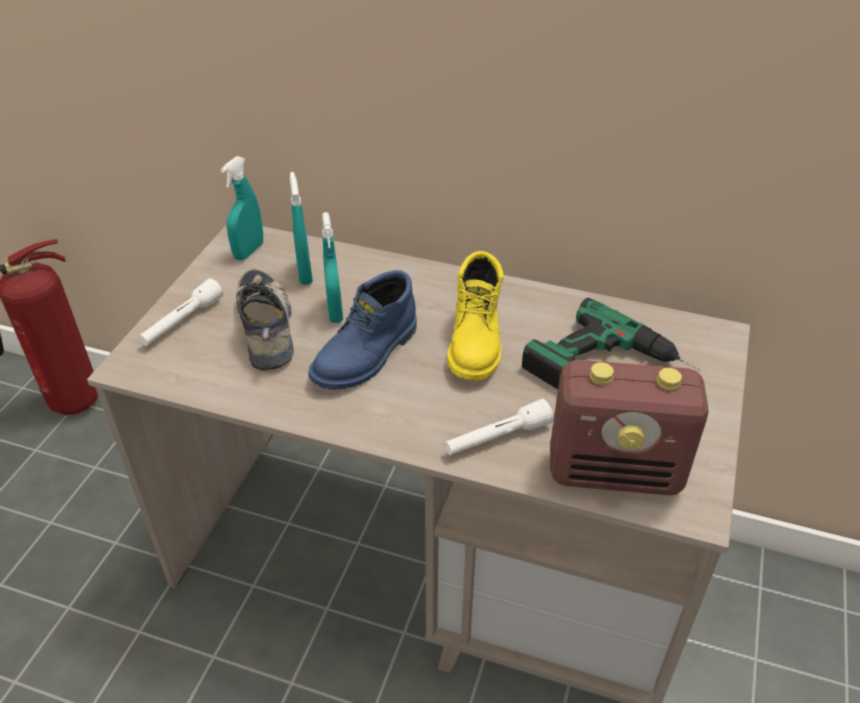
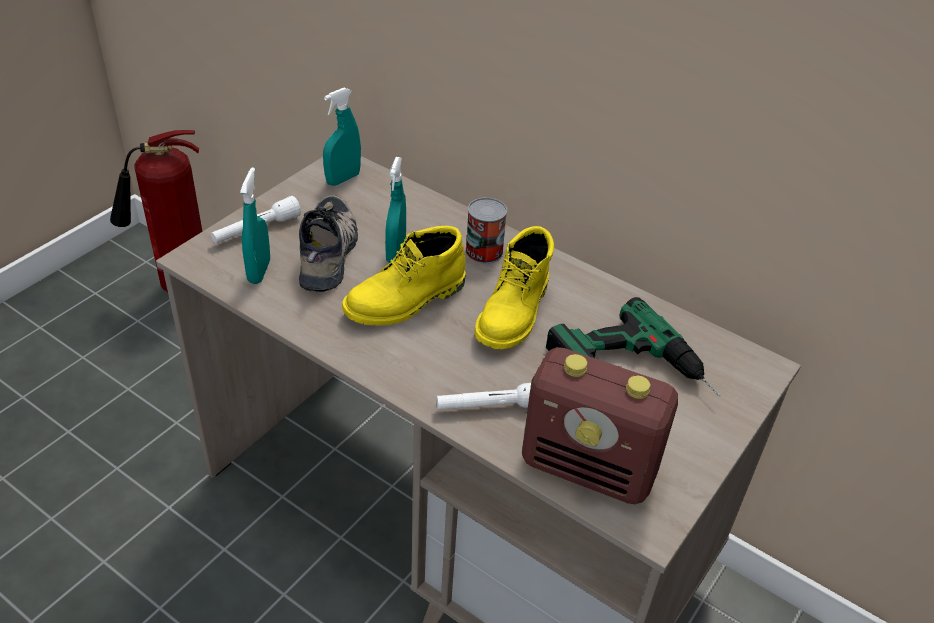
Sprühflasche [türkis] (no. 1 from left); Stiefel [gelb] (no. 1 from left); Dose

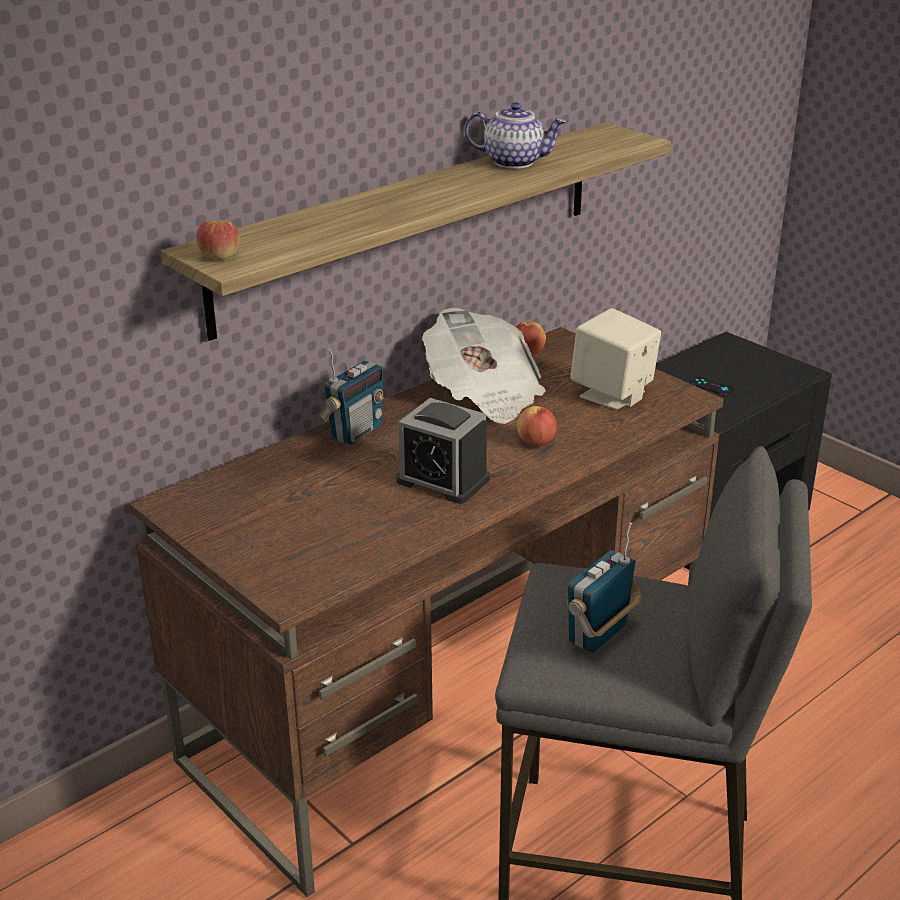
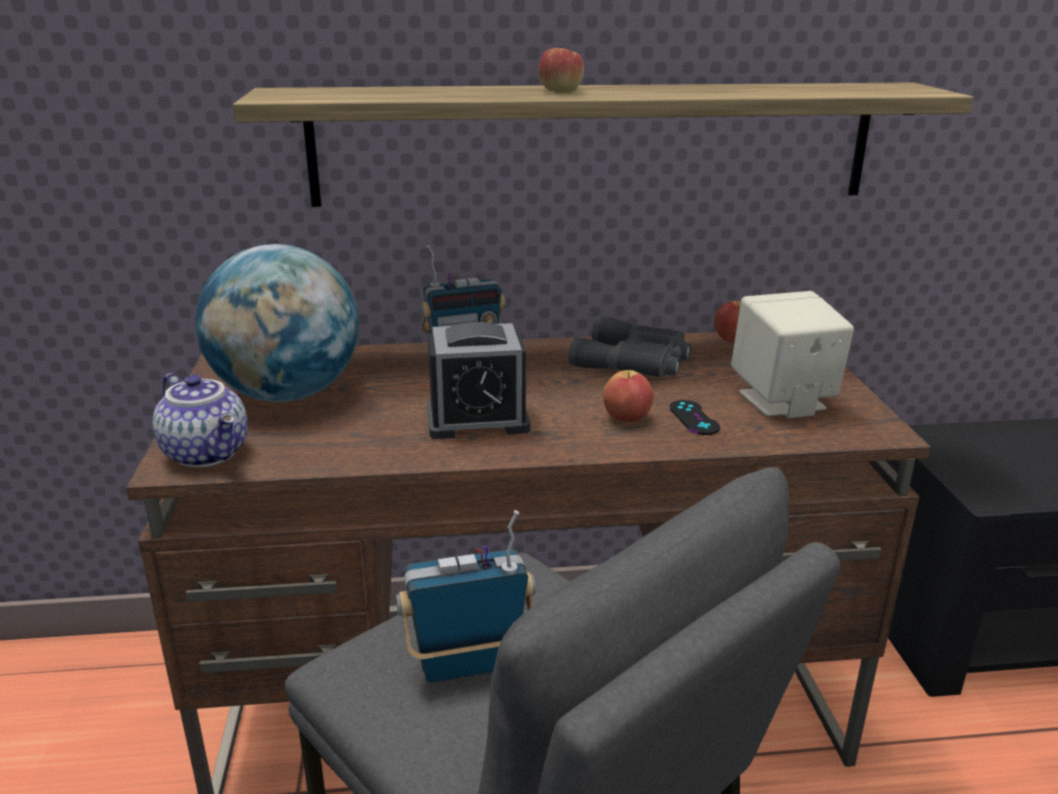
Teekanne; Globus; Wecker; Apfel (no. 1 from left); Fernglas [grau]; Gamepad [schwarz]

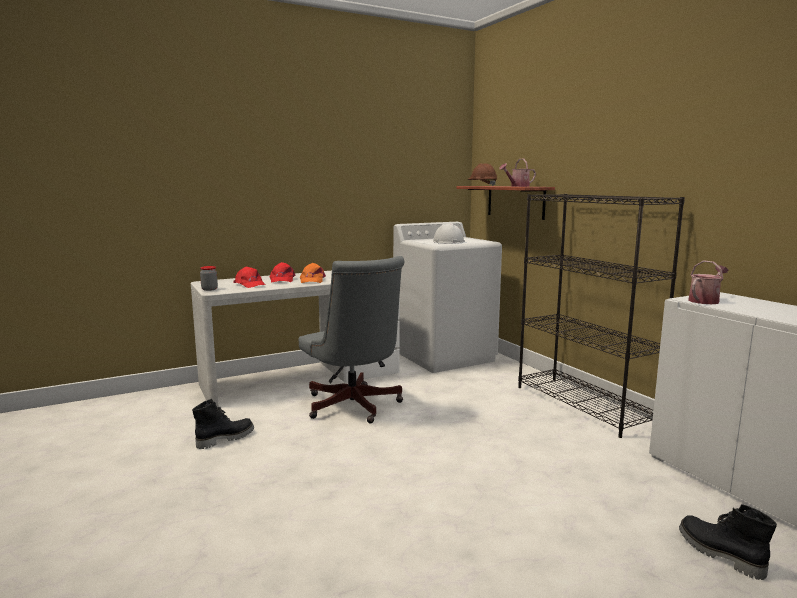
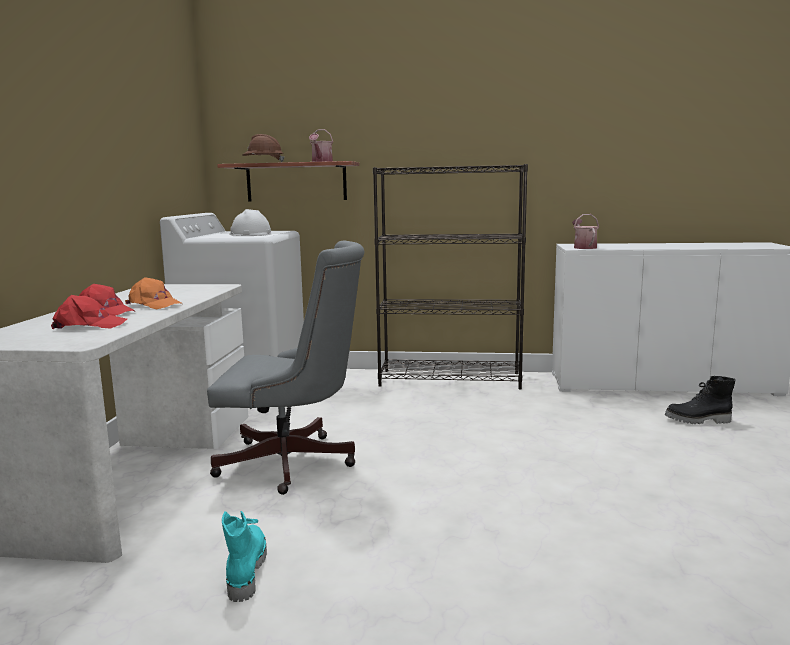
Stiefel [türkis]; Vorratsglas

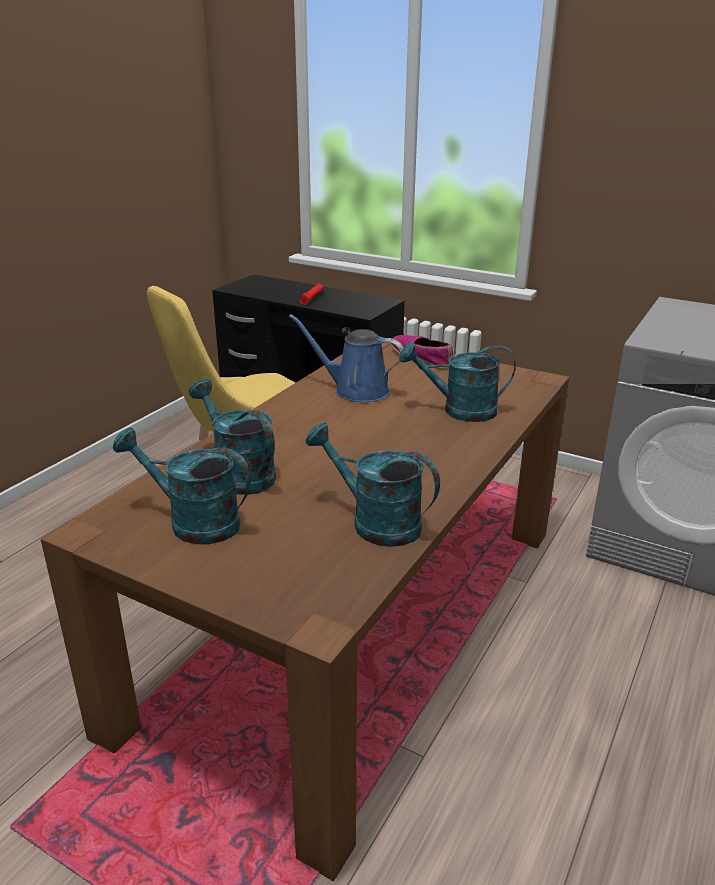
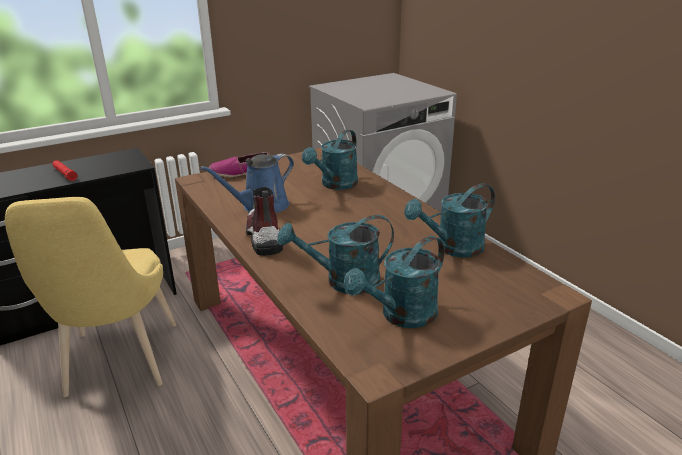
Stiefel

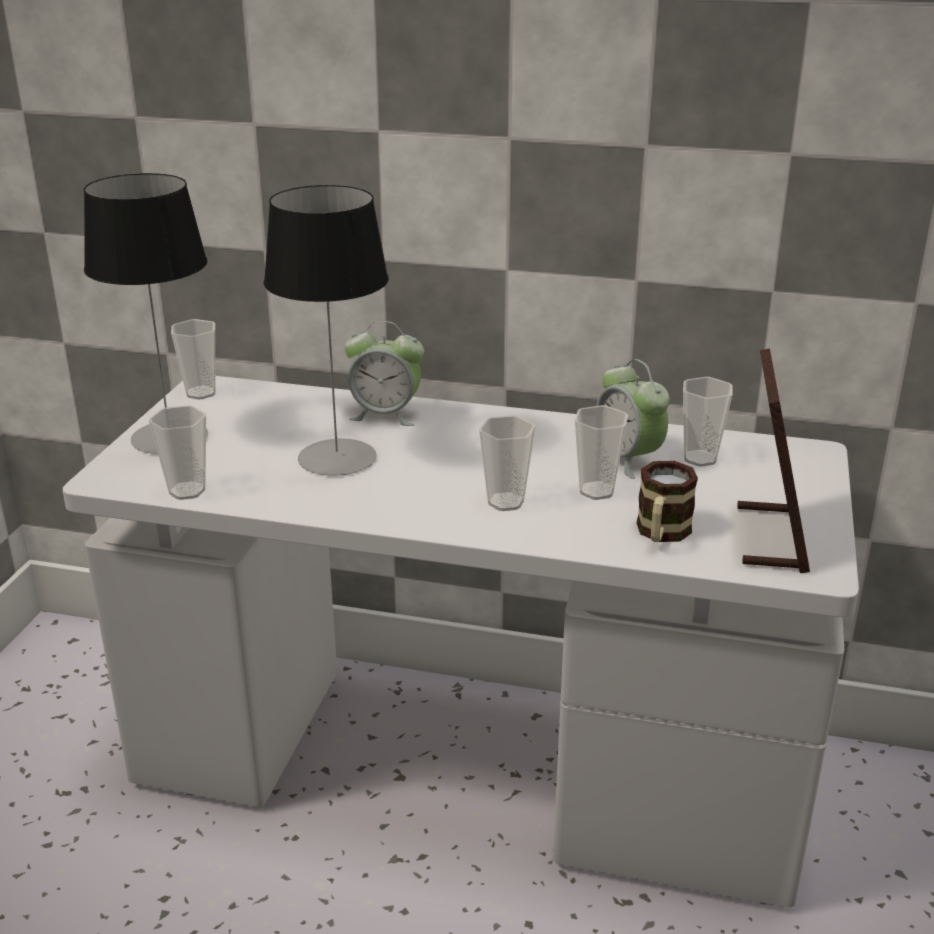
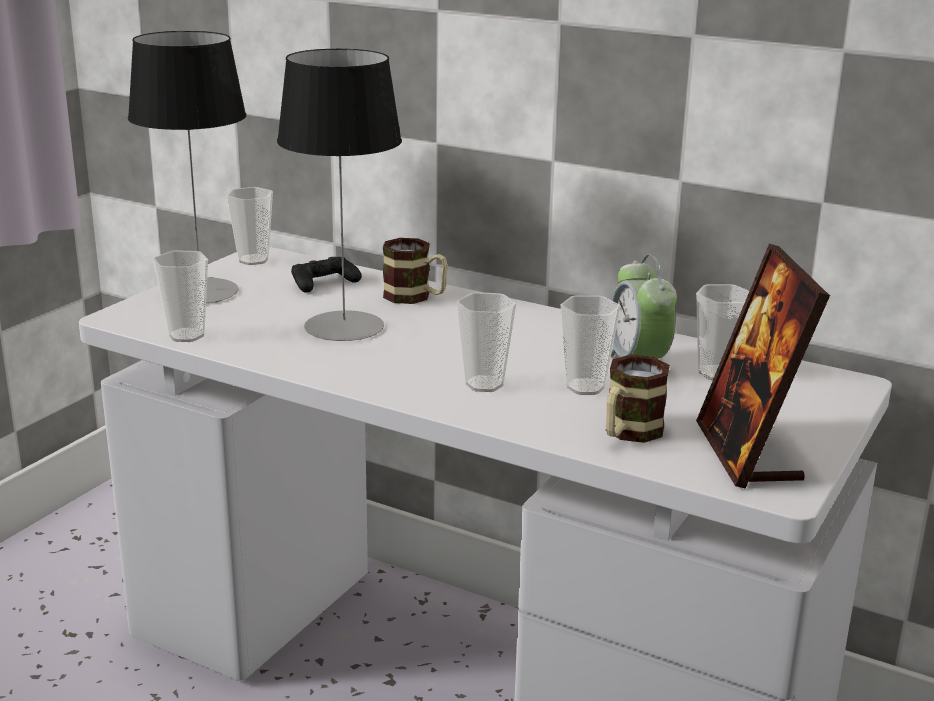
Gamepad [schwarz]; Henkelbecher (no. 1 from left); Bilderrahmen

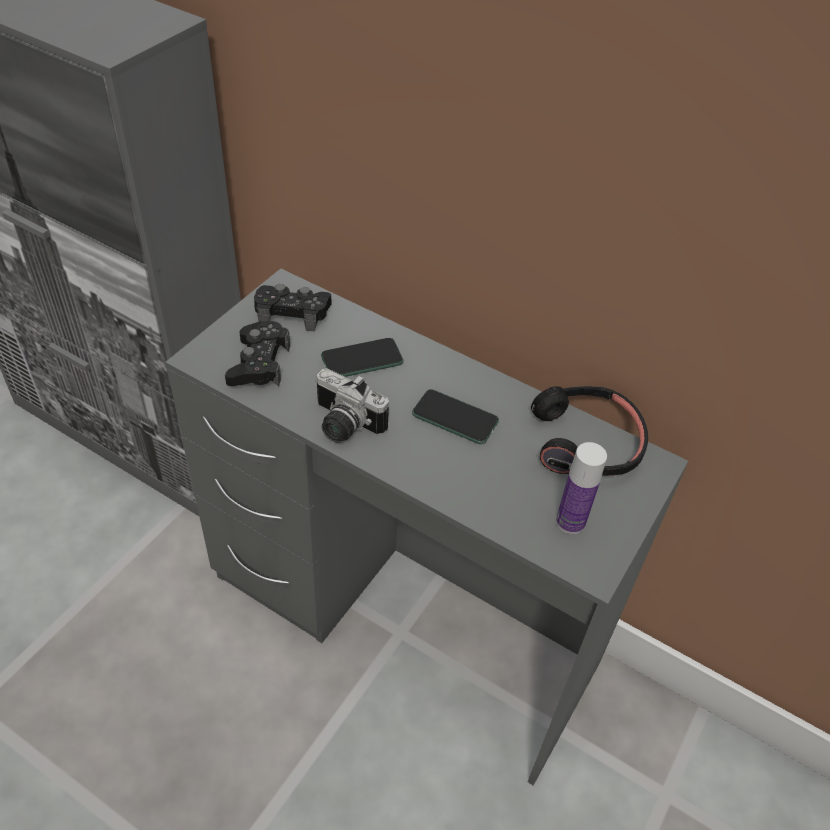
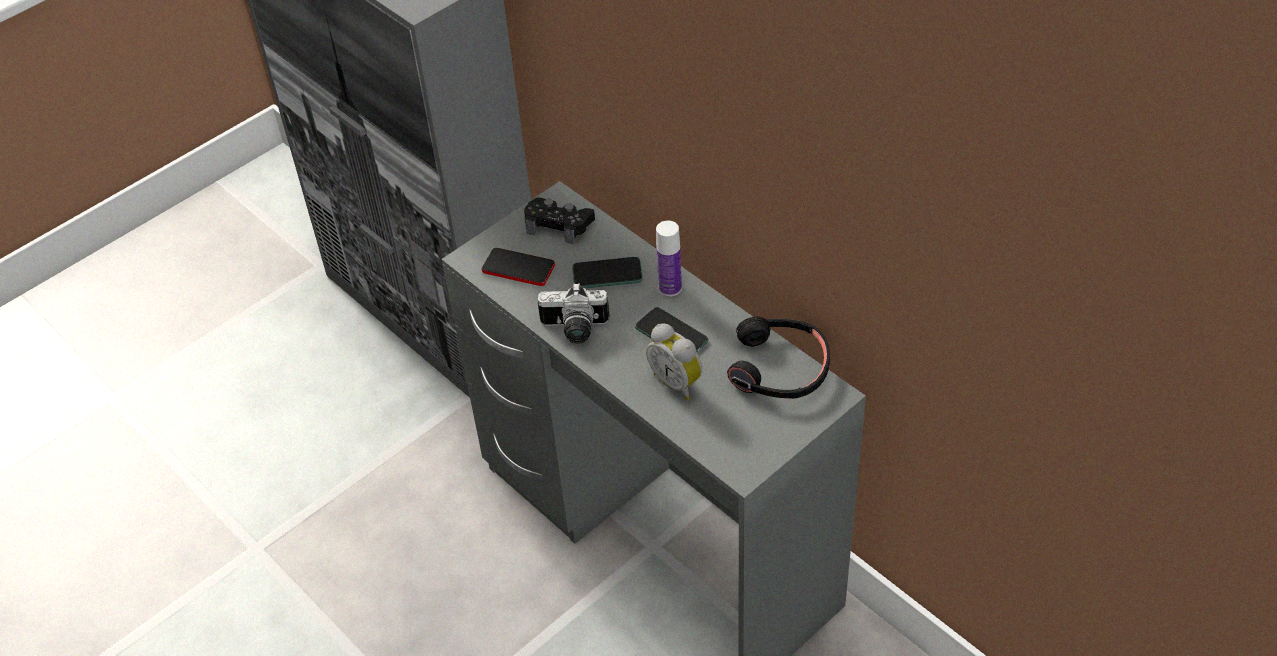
Handy (no. 1 from left); Kamera; Wecker; Flasche

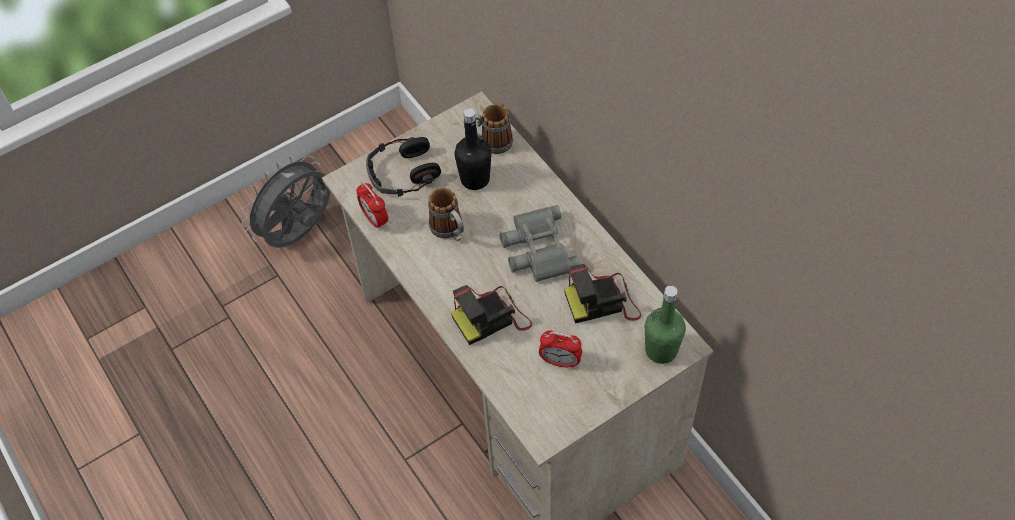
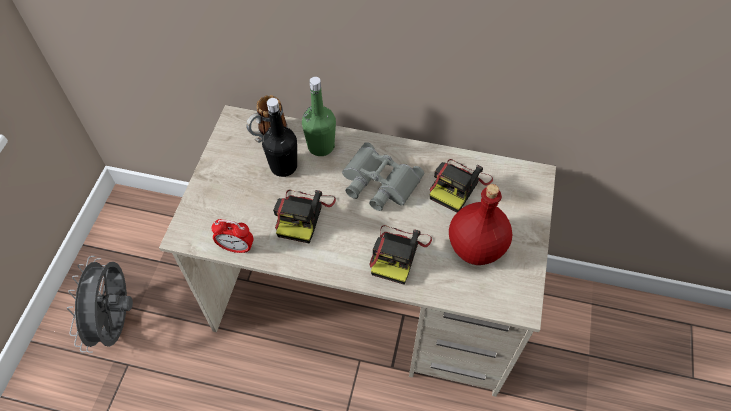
Kamera (no. 1 from left); Flasche [grün]; Flasche [rot]; Kopfhörer

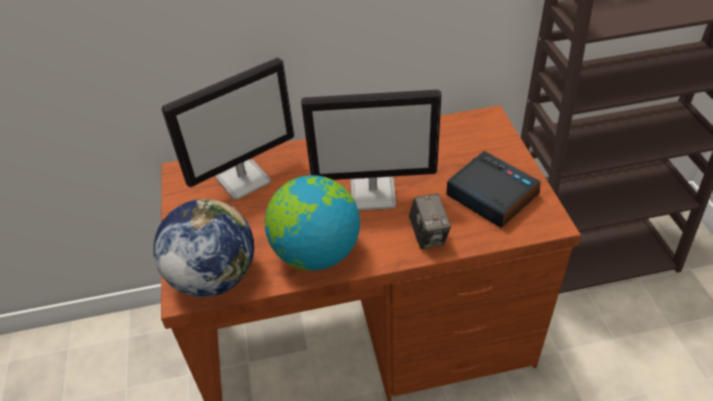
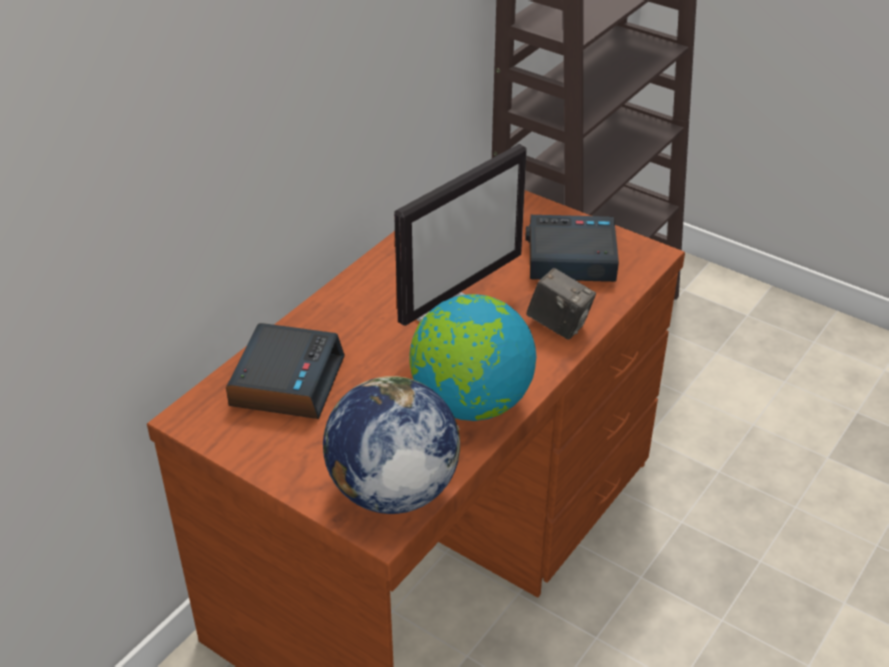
Wecker (no. 1 from left)

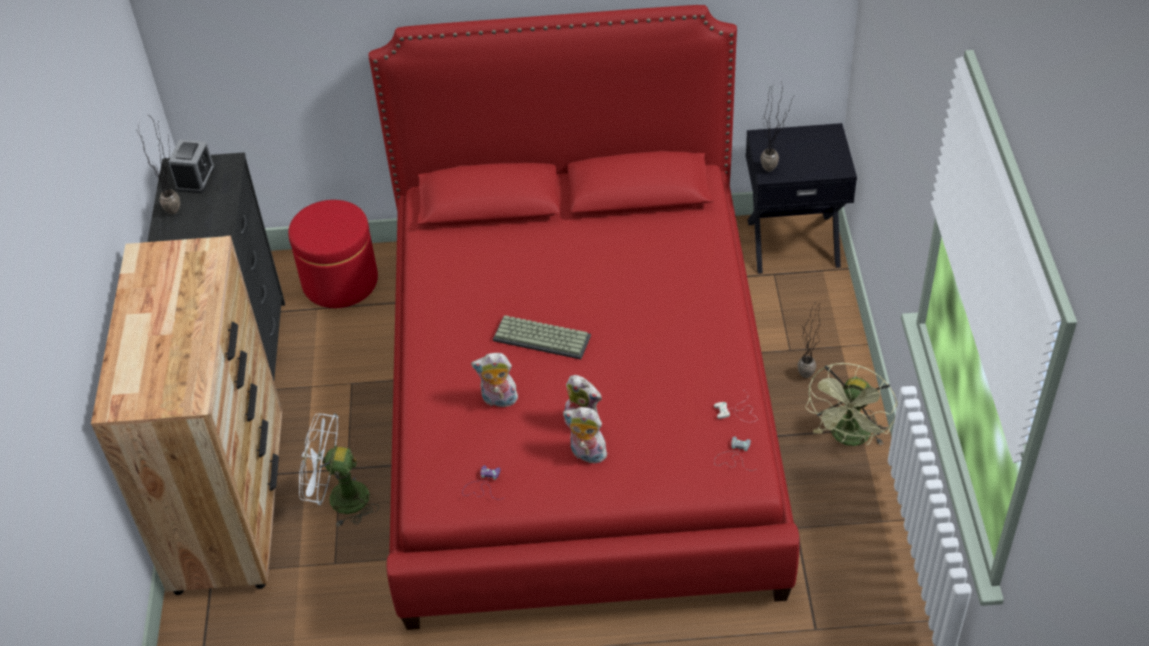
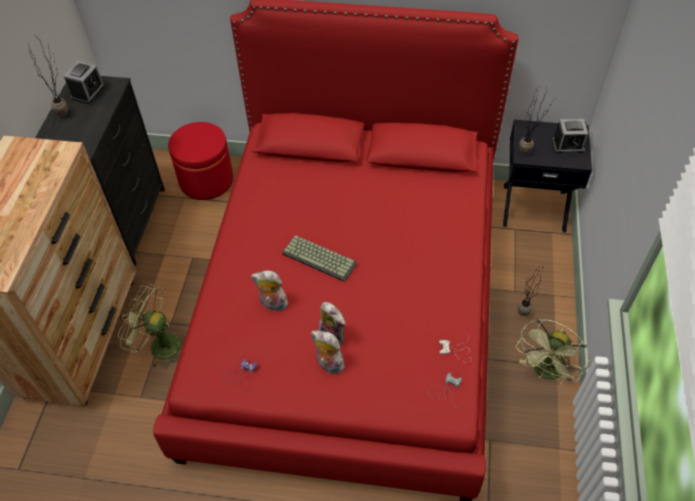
Ventilator [grün] (no. 1 from left); Wecker (no. 2 from left)

